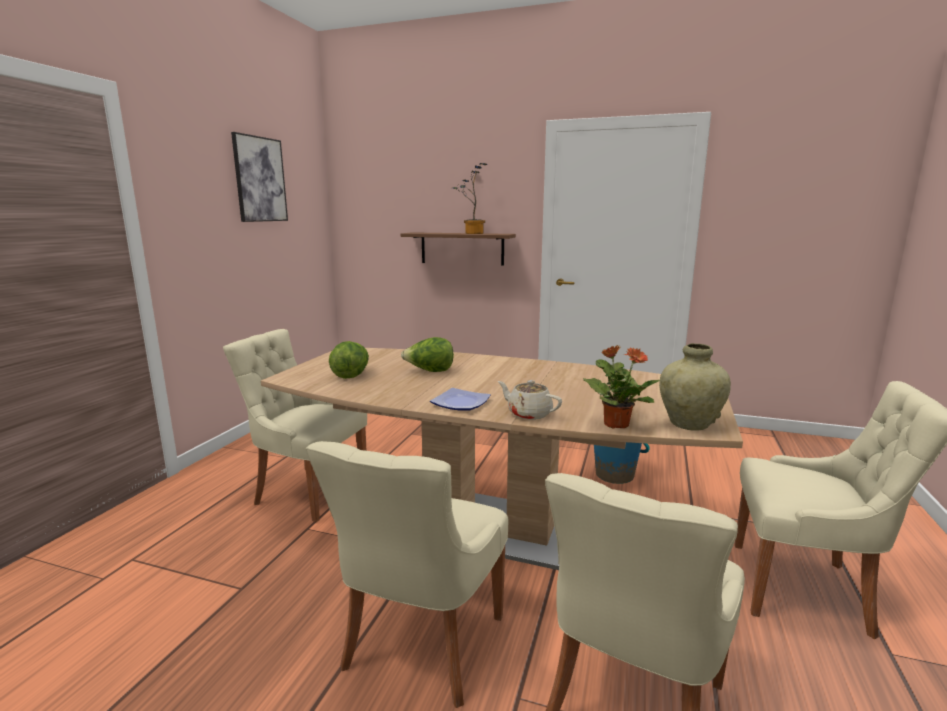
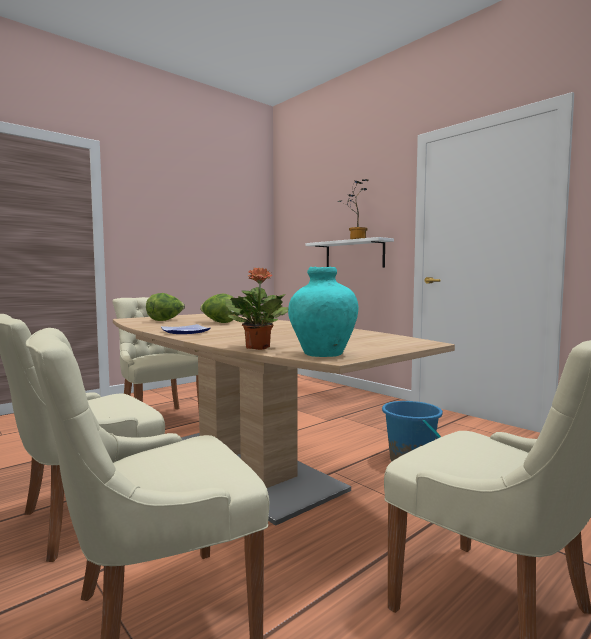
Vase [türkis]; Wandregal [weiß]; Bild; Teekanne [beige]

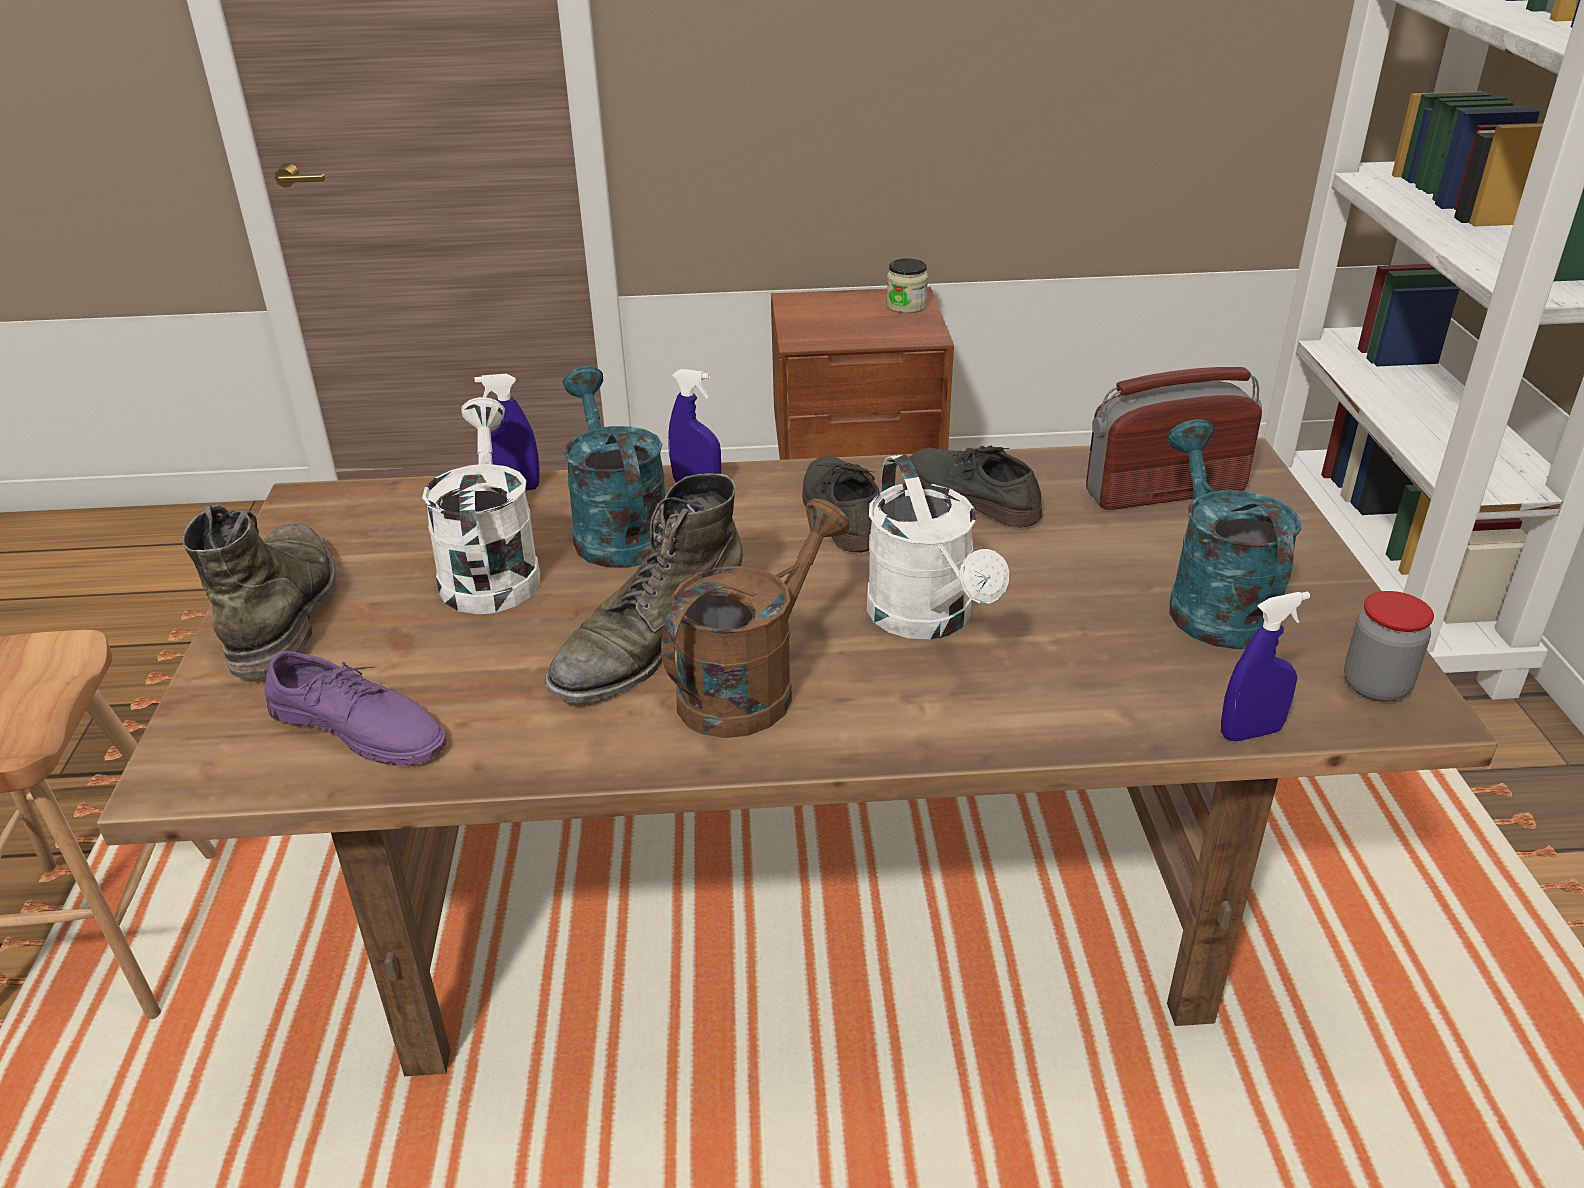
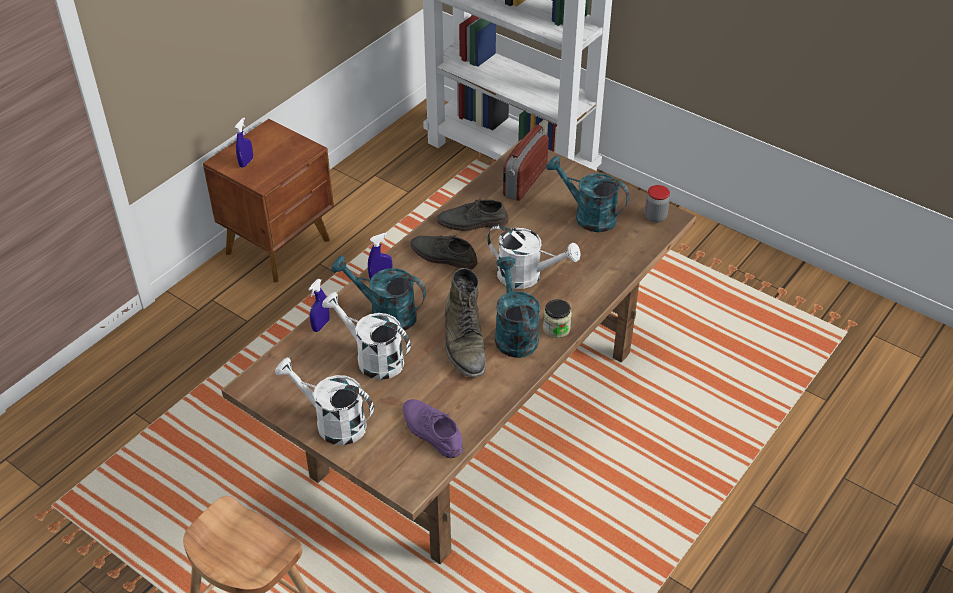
Sprühflasche [blau] (no. 1 from left); Gießkanne [weiß] (no. 1 from left); Schuh [lila]; Gießkanne [türkis] (no. 2 from left); Vorratsglas (no. 1 from left)

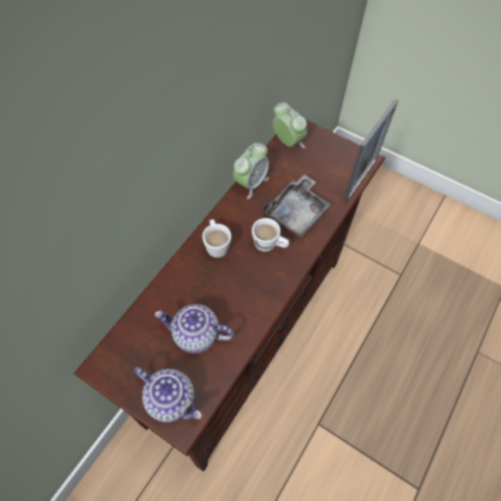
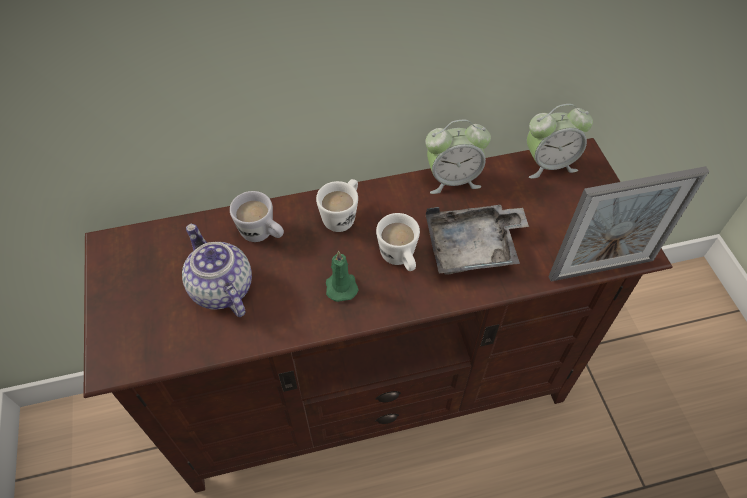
Henkelbecher [weiß] (no. 1 from left); Kerze [grün]; Wecker (no. 2 from left); Teekanne (no. 1 from left in the first image)

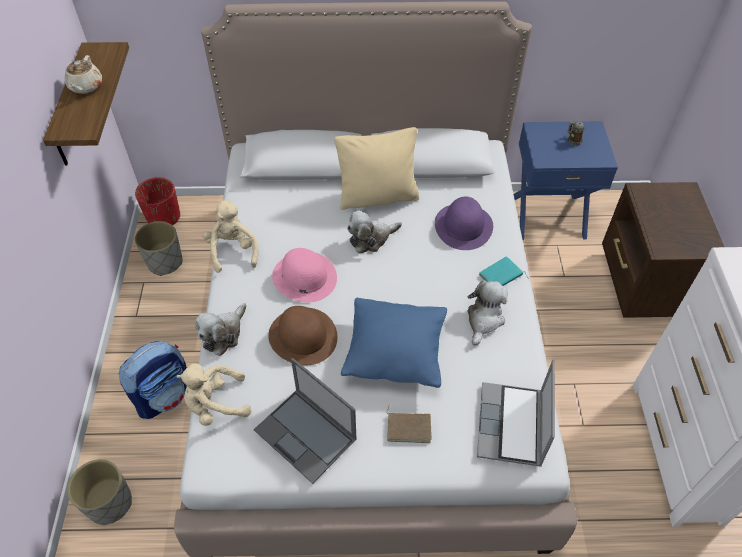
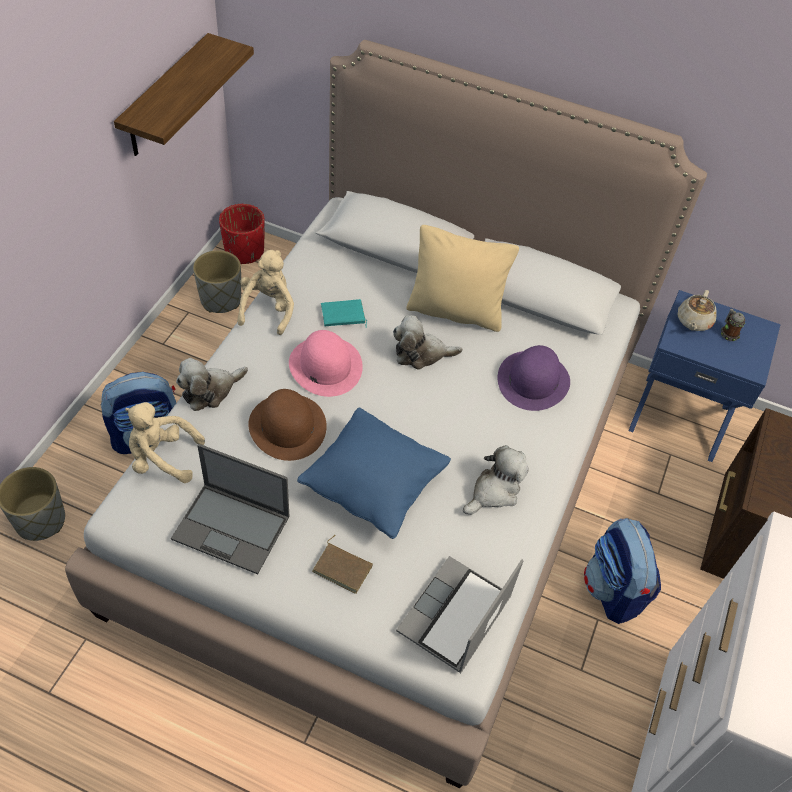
Laptop (no. 1 from left); Buch [türkis]; Rucksack (no. 2 from left); Teekanne [beige]

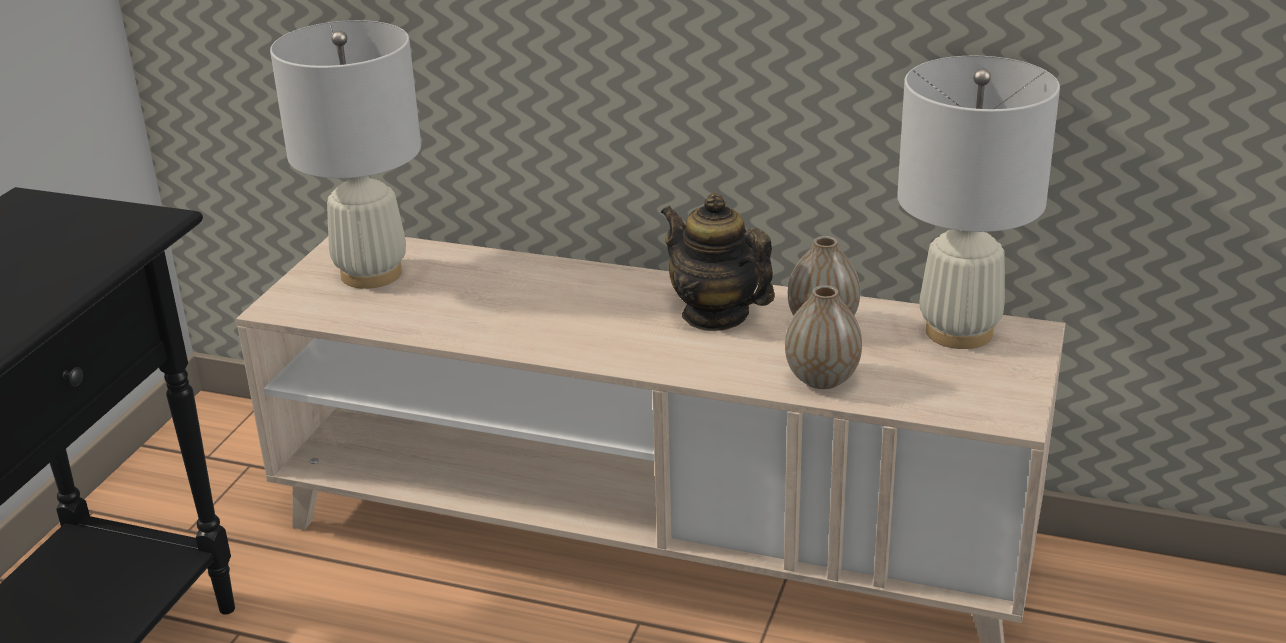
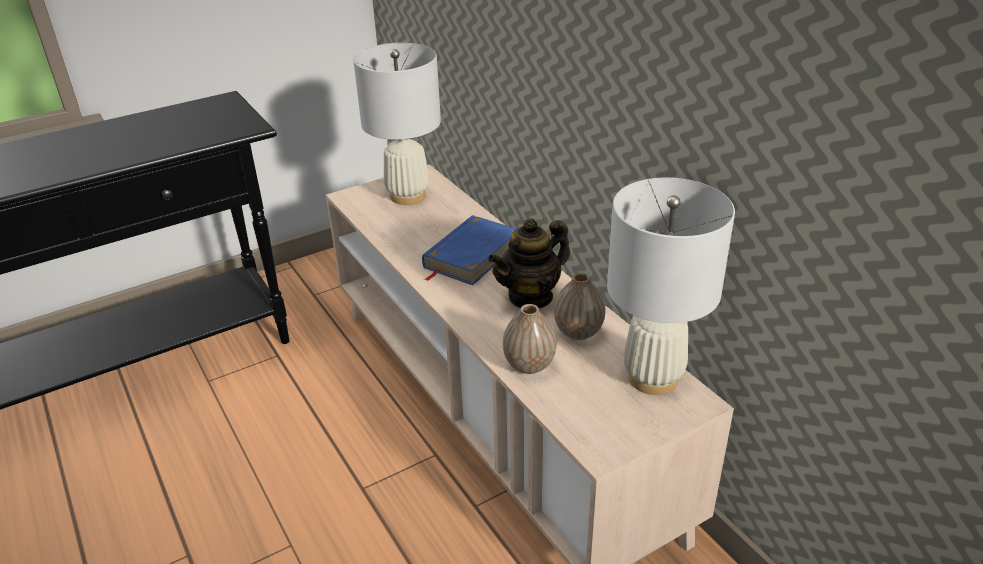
Buch [blau]; Teekanne

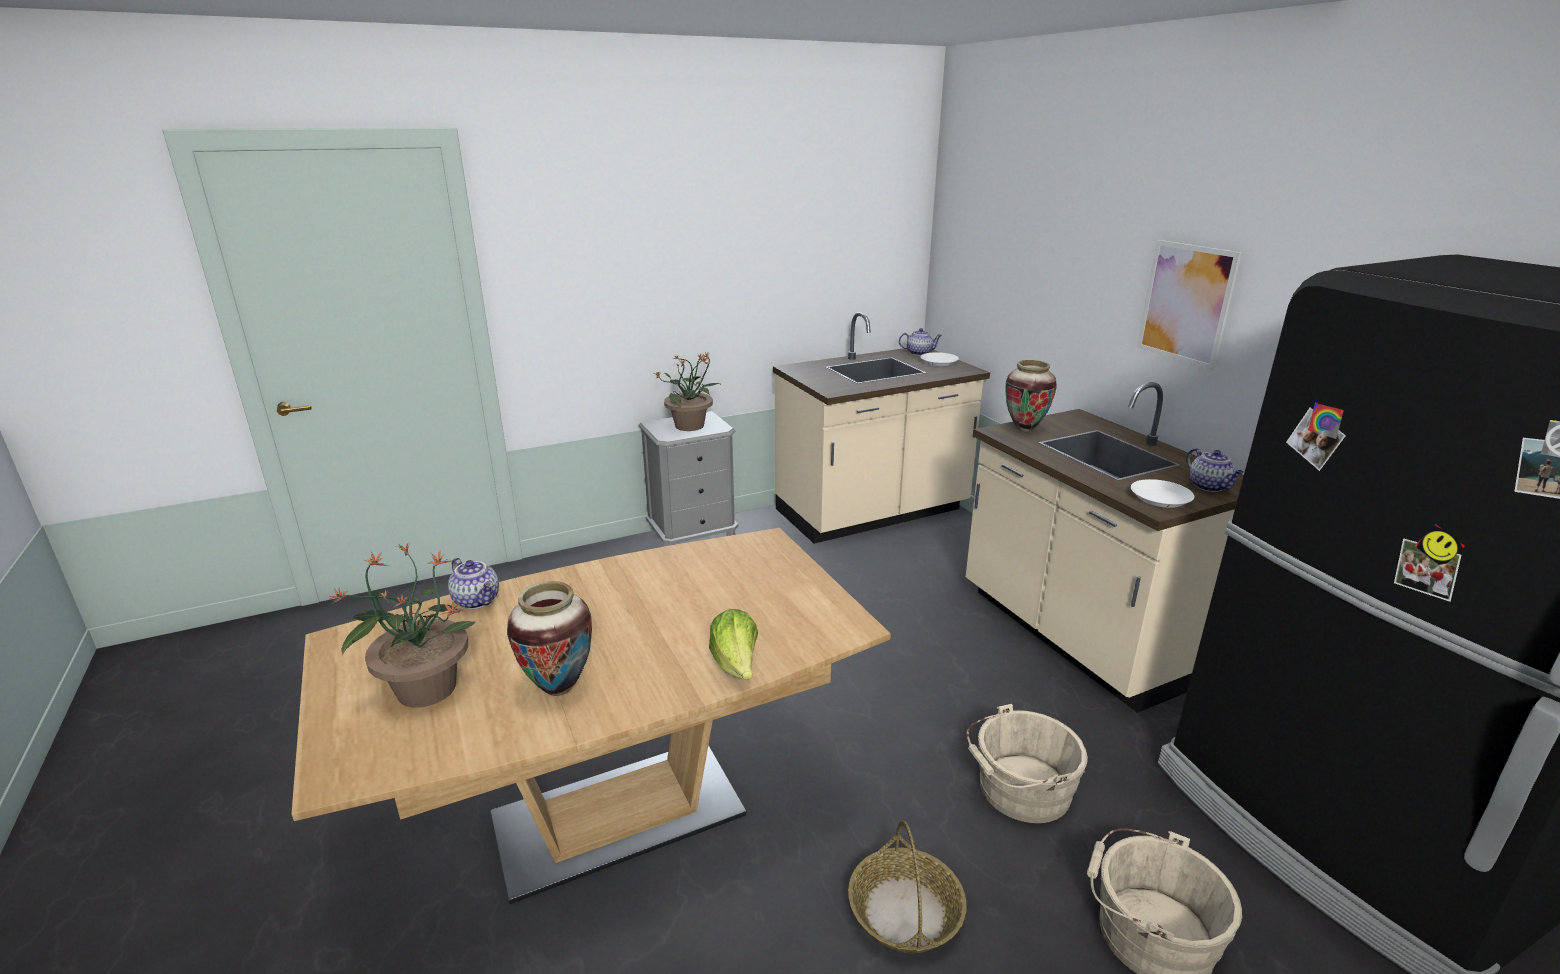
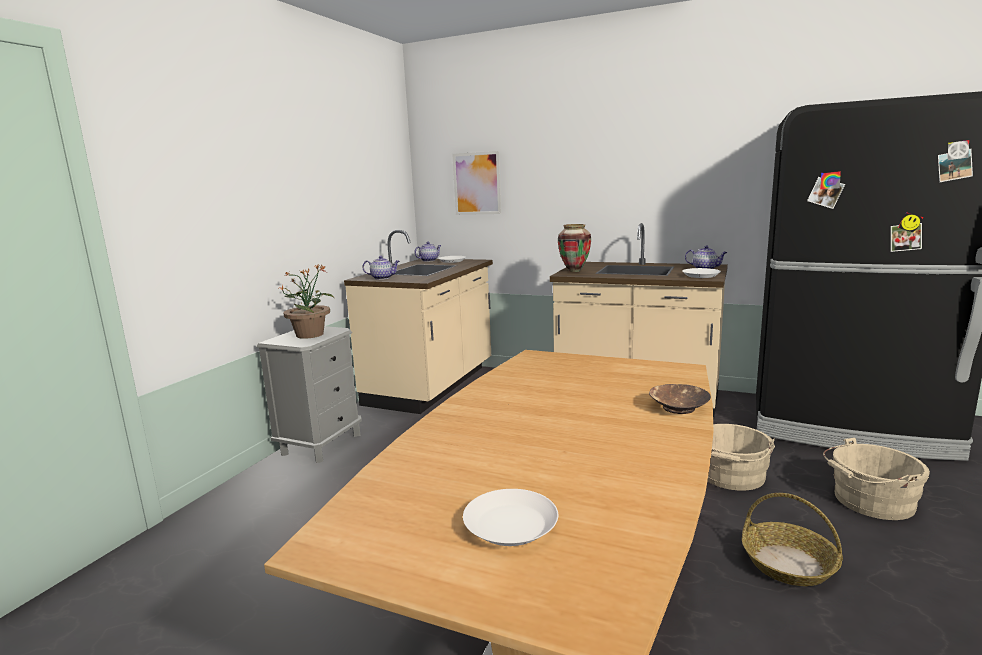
Teekanne (no. 1 from left); Bild; Teller [weiß] (no. 2 from left); Schüssel [braun]; Vase (no. 1 from left in the first image)

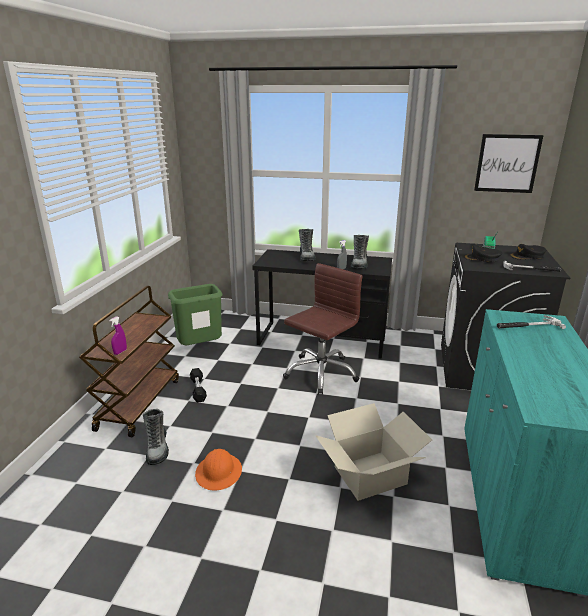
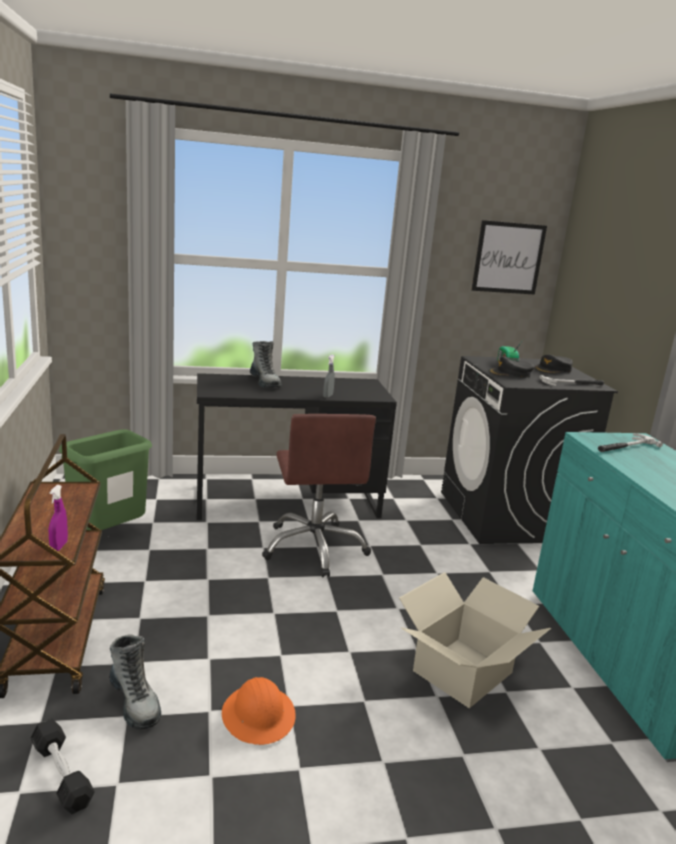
Hantel [schwarz]; Bürostuhl [braun]; Stiefel (no. 3 from left in the first image)

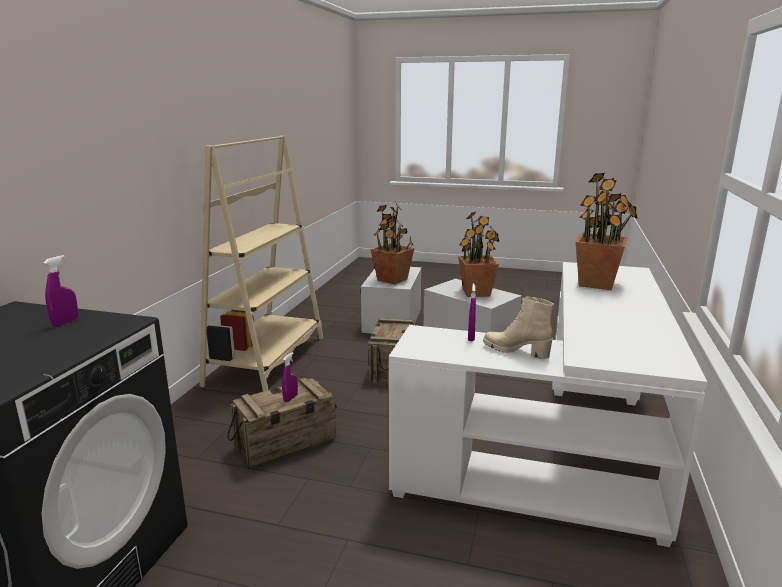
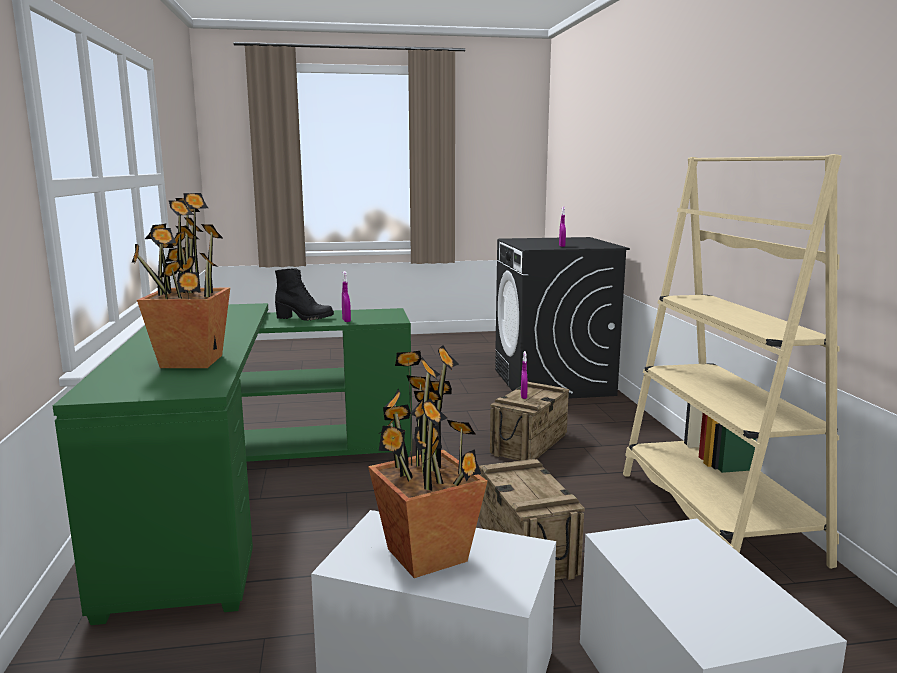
Schreibtisch [grün]; Stiefel [schwarz]; Topfpflanze (no. 1 from left in the first image)

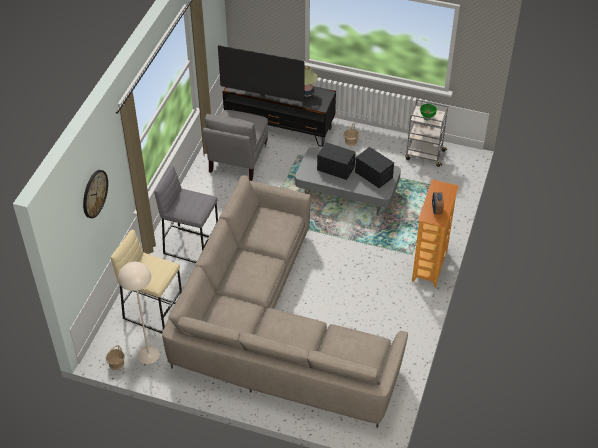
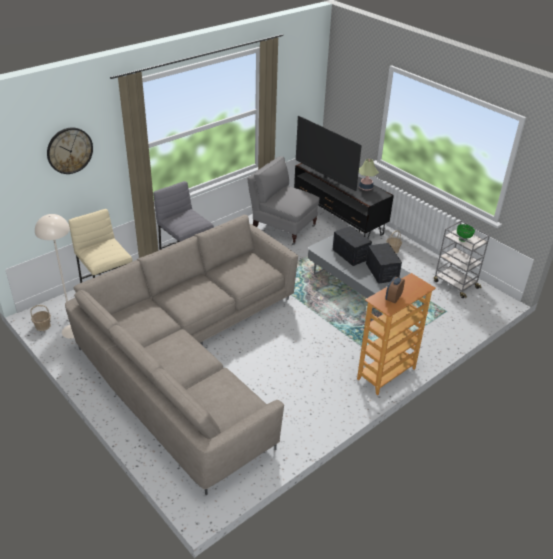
Sessel [grau]

